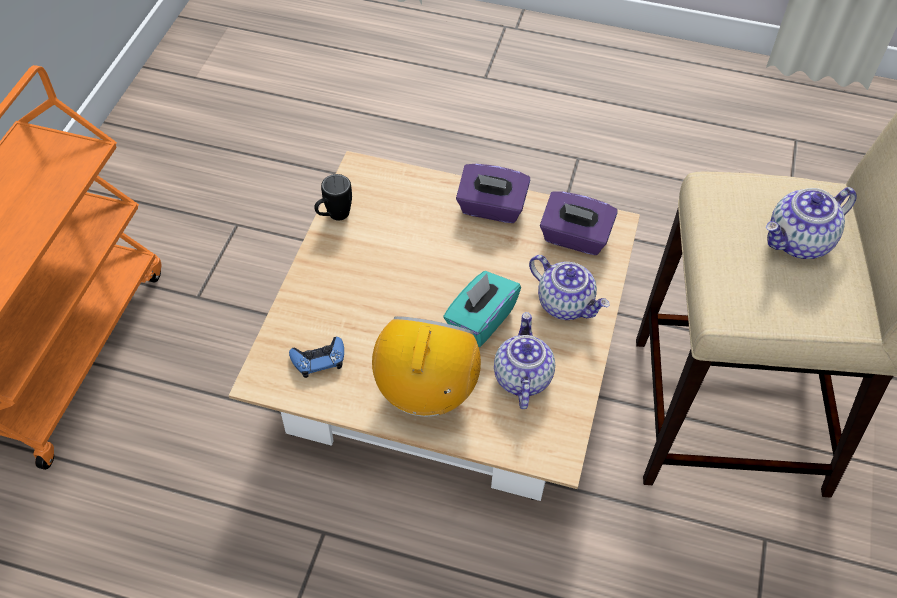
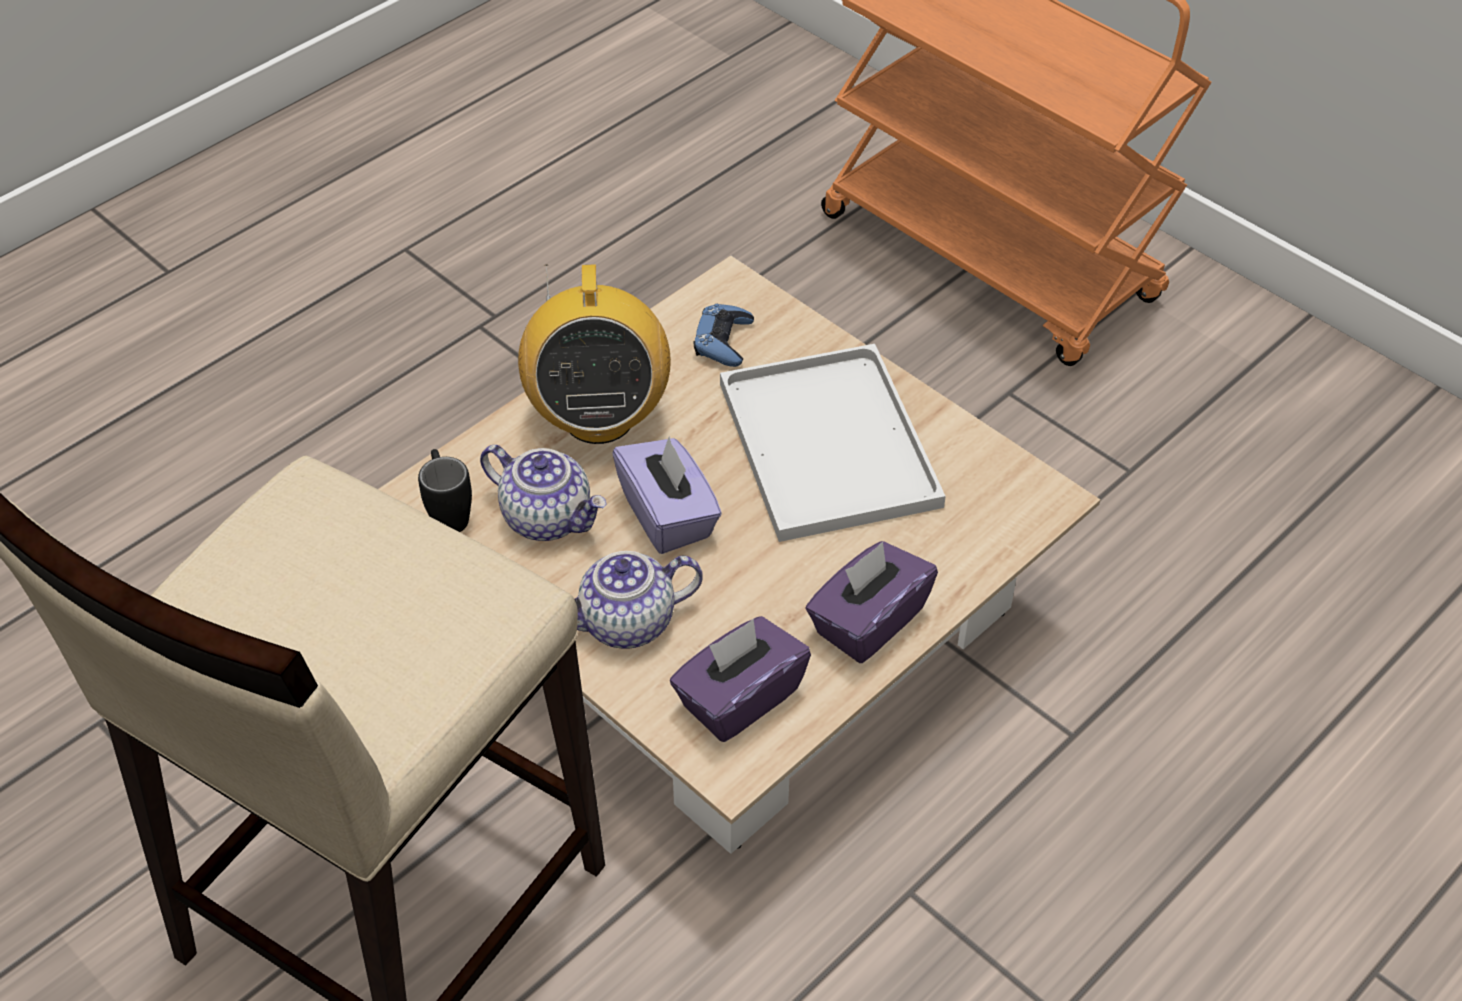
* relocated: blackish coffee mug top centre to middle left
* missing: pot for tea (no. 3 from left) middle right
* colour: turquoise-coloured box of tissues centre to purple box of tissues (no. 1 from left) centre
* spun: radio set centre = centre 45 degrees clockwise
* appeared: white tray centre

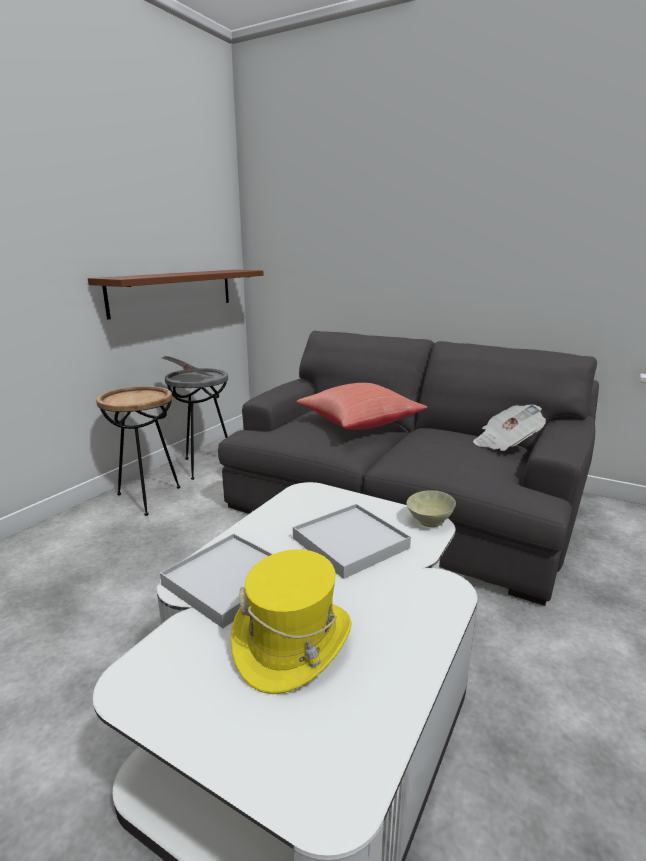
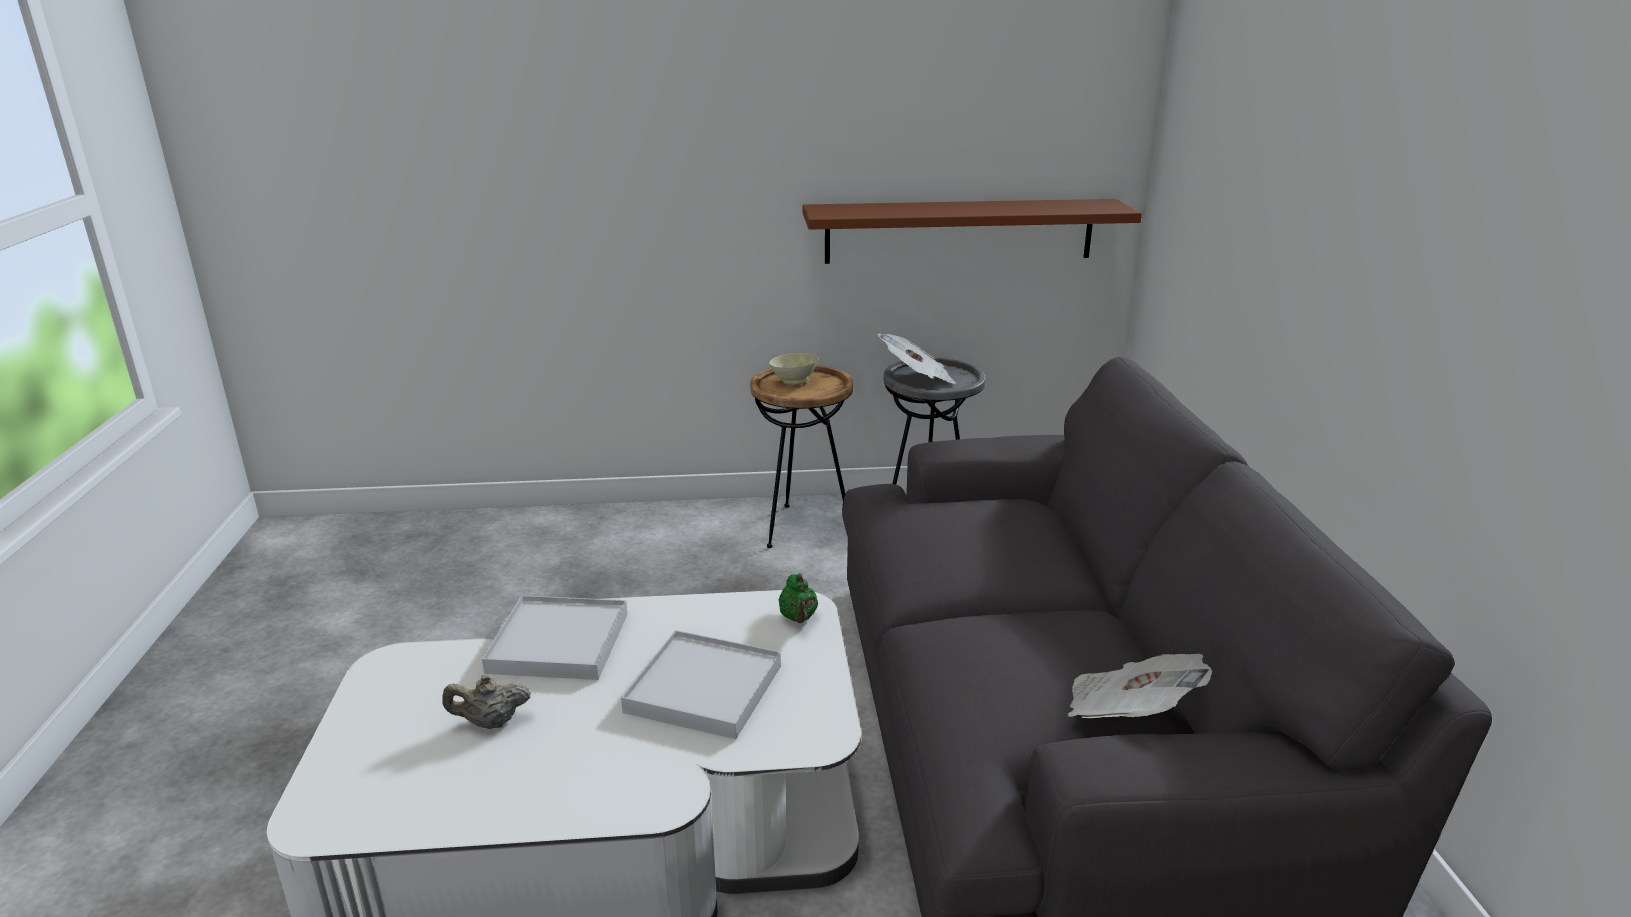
* missing: red throw pillow centre
* relocated: beige bowl middle right to centre
* exchanged: yellowish wearable hat bottom centre to beige pot for tea bottom left
* appeared: green pot for tea centre

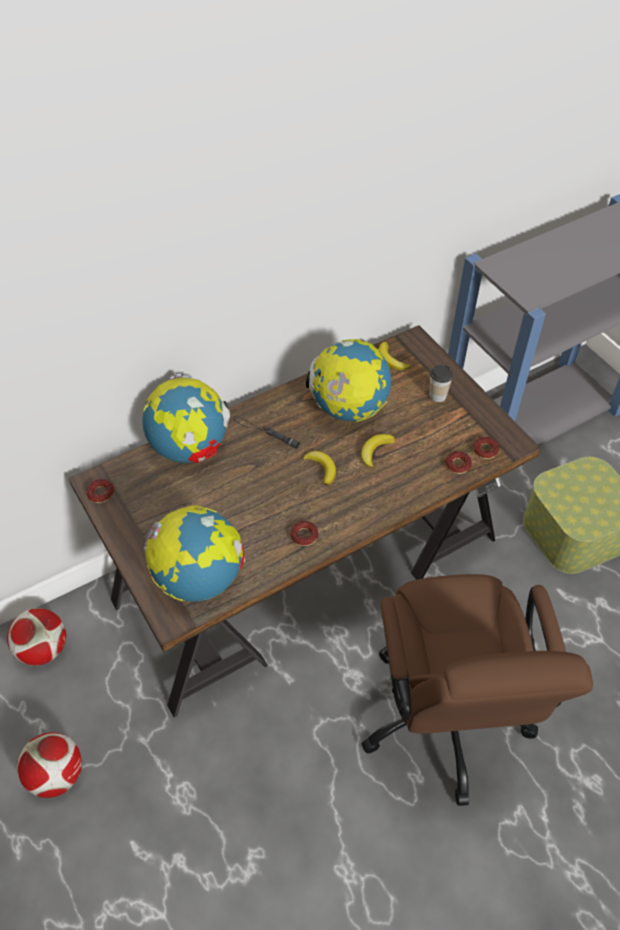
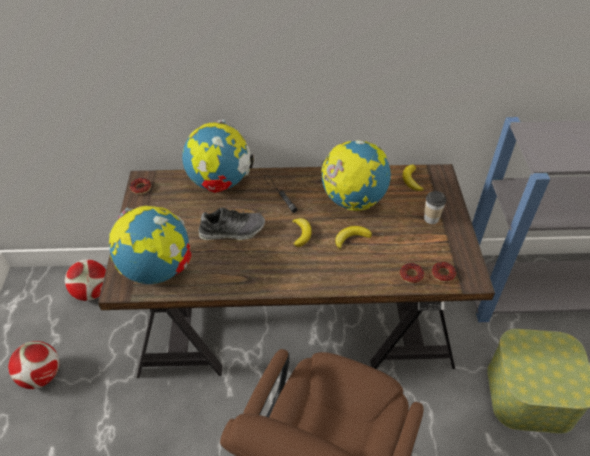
* missing: donut (no. 2 from left) centre
* appeared: item of footwear centre

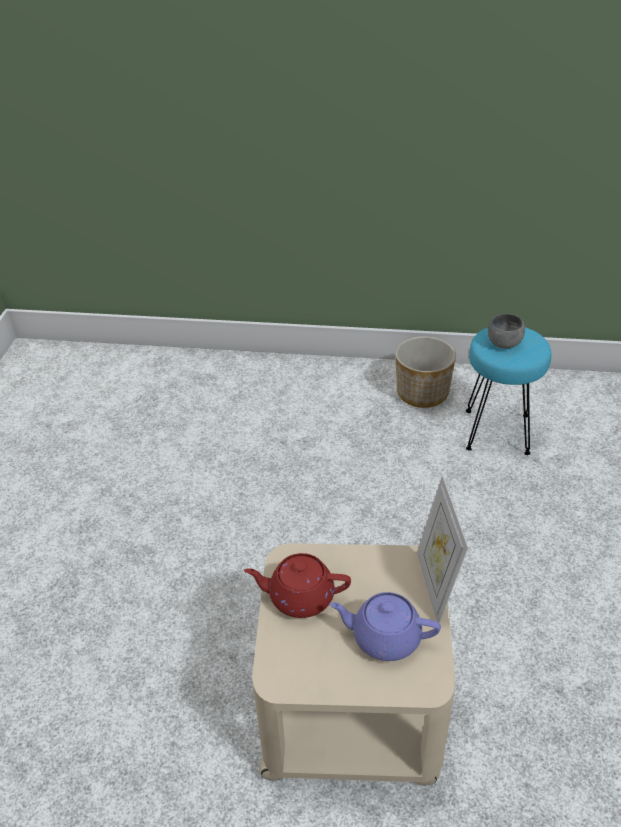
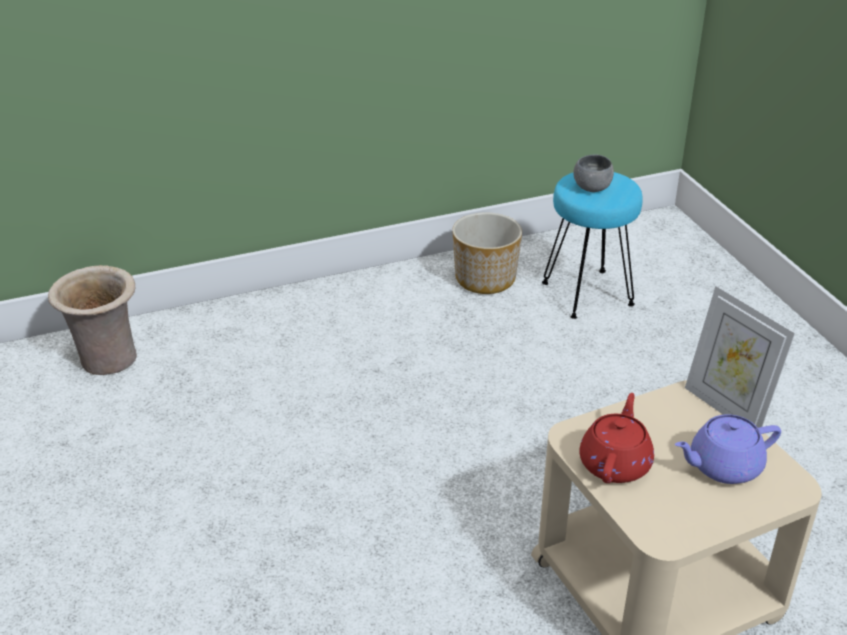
* spun: red pot for tea bottom centre = bottom right 135 degrees clockwise
* appeared: beige flower vase middle left

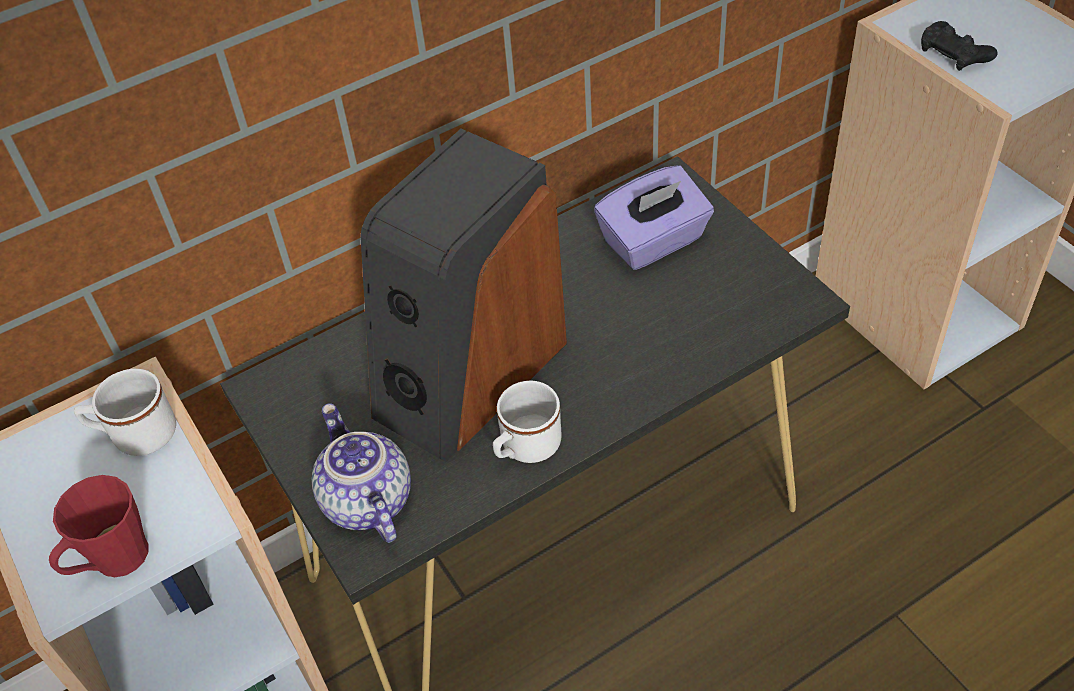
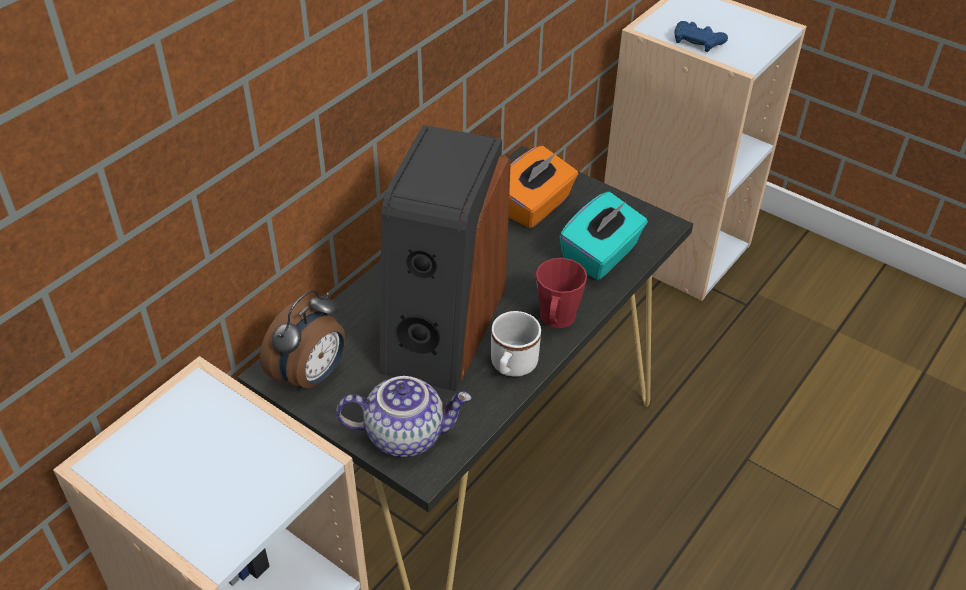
* colour: blackish joypad top right to blue-coloured joypad top right
* colour: purple box of tissues top centre to orange-coloured box of tissues top centre
* missing: white coffee mug (no. 1 from left) middle left
* spun: pot for tea bottom centre = bottom centre 135 degrees clockwise
* relocated: red coffee mug bottom left to centre
* appeared: turquoise-coloured box of tissues centre
* appeared: table clock middle left

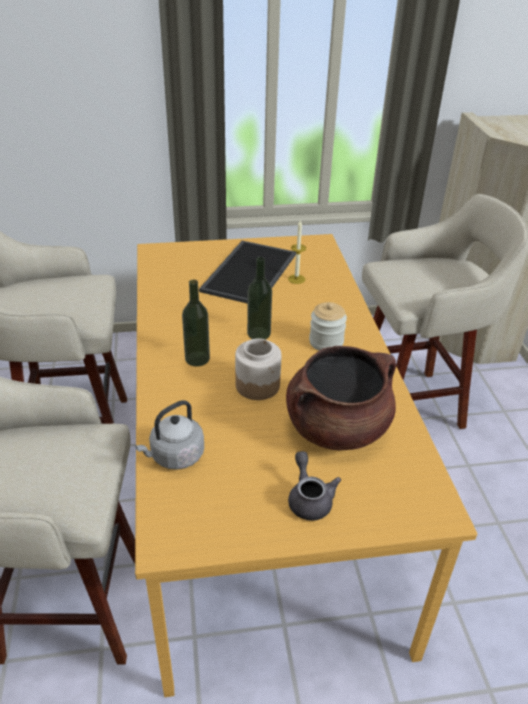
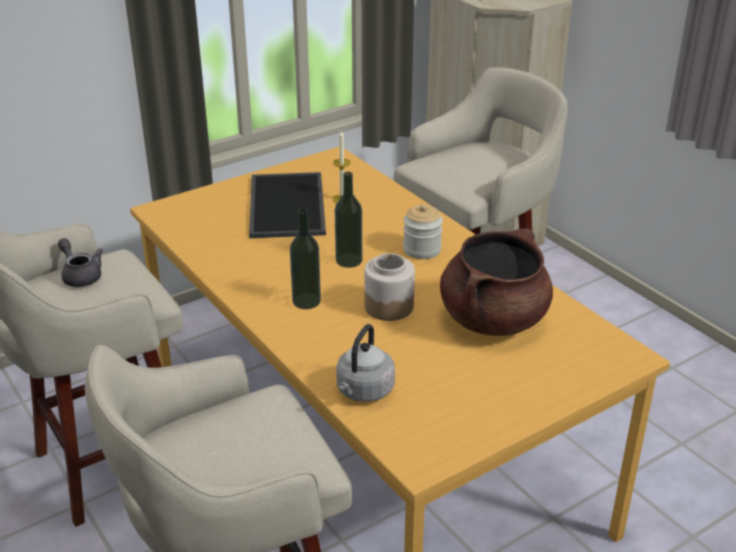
* relocated: greyish pot for tea bottom centre to middle left

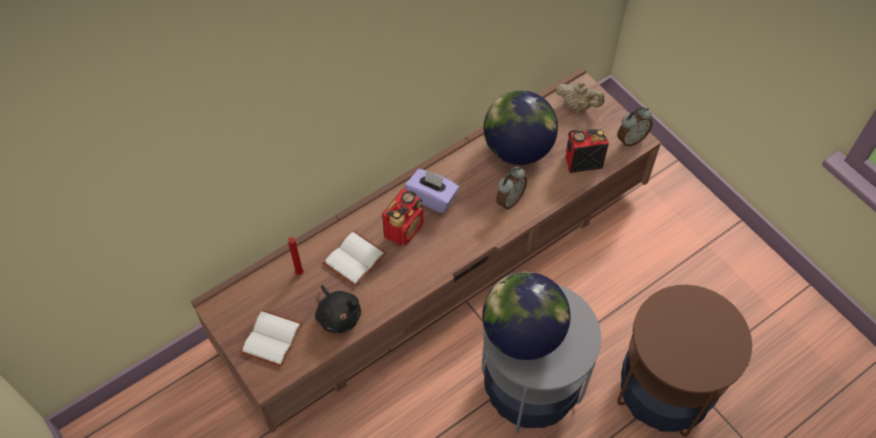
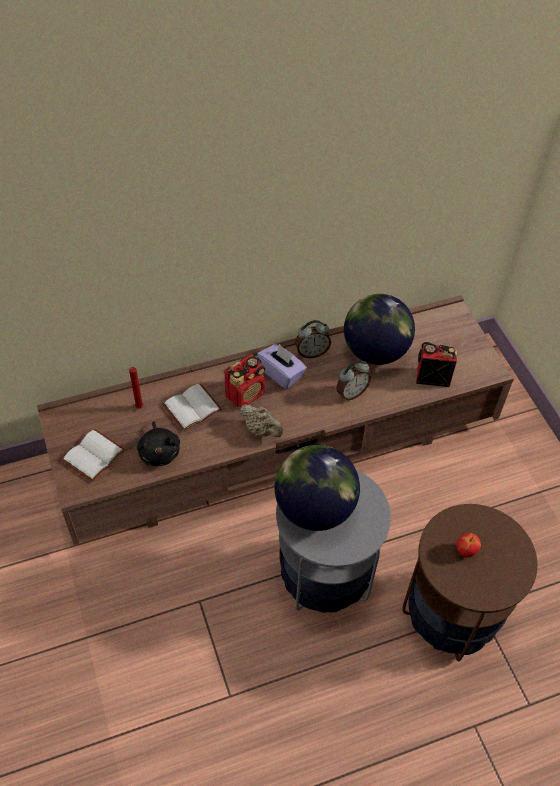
* relocated: beige pot for tea top centre to centre
* relocated: table clock (no. 2 from left in the first image) top right to table clock (no. 1 from left) centre
* appeared: apple bottom right

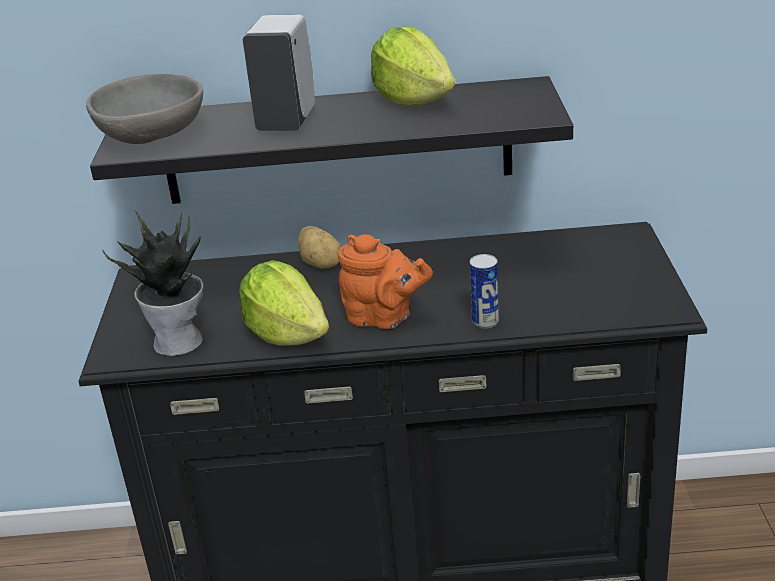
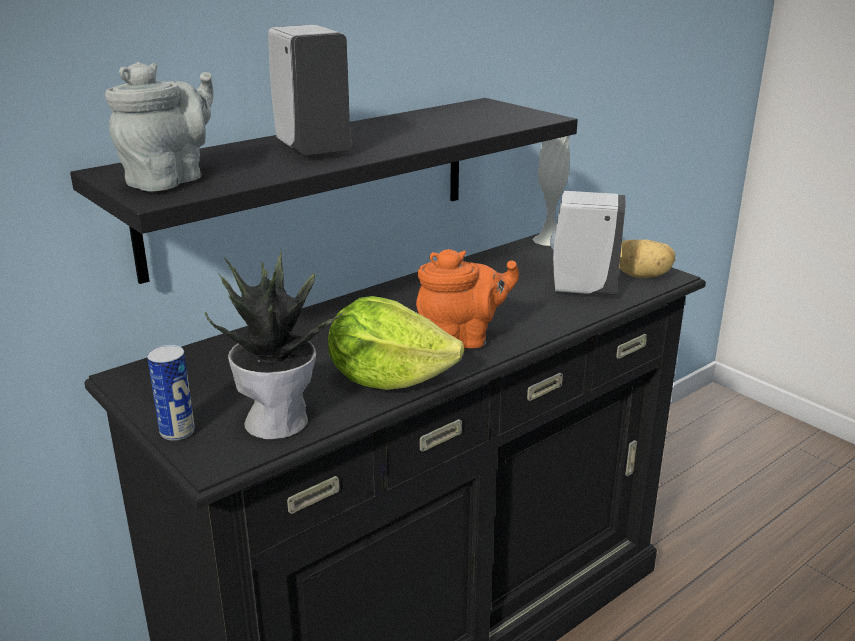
* missing: lettuce (no. 2 from left) top centre
* exchanged: greyish bowl top left to greyish pot for tea top left
* relocated: whole potato centre to middle right
* relocated: sealed can centre to middle left
* appeared: white flower vase top centre
* appeared: white soap dispenser (no. 2 from left) middle right

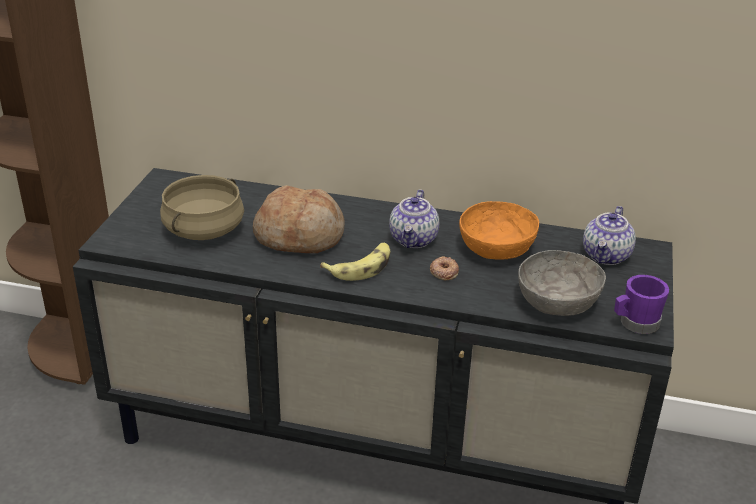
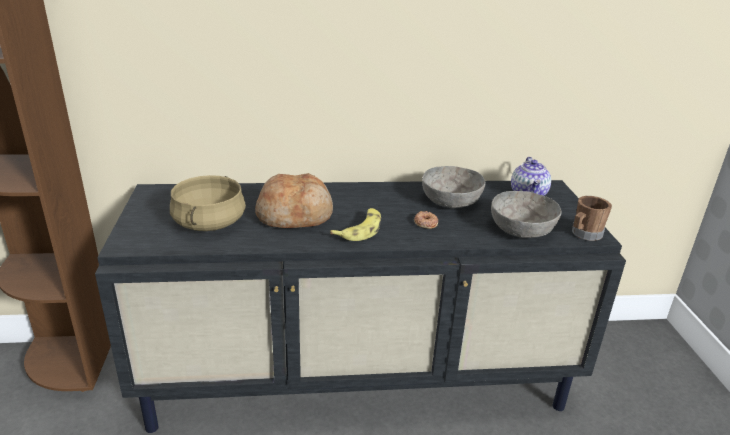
* missing: pot for tea (no. 1 from left) centre
* colour: orange-coloured bowl centre to greyish bowl (no. 1 from left) centre
* colour: purple coffee mug middle right to brownish coffee mug middle right

